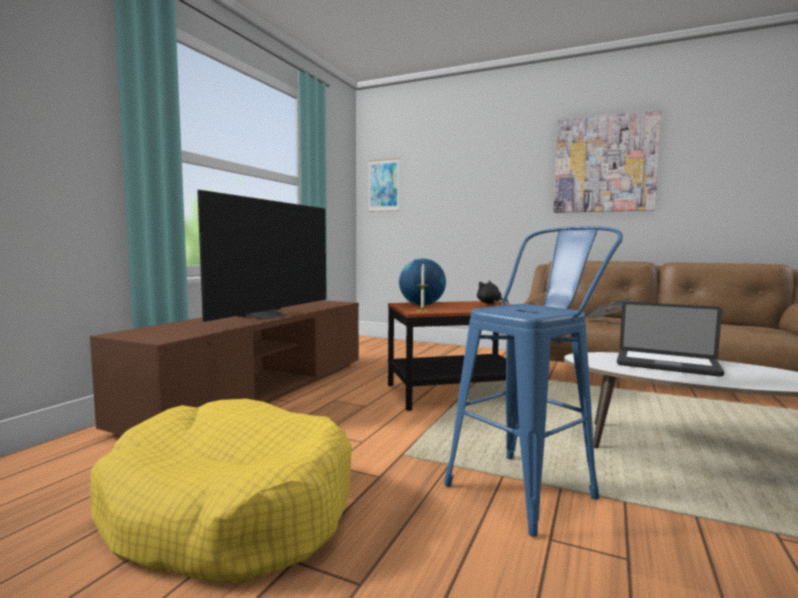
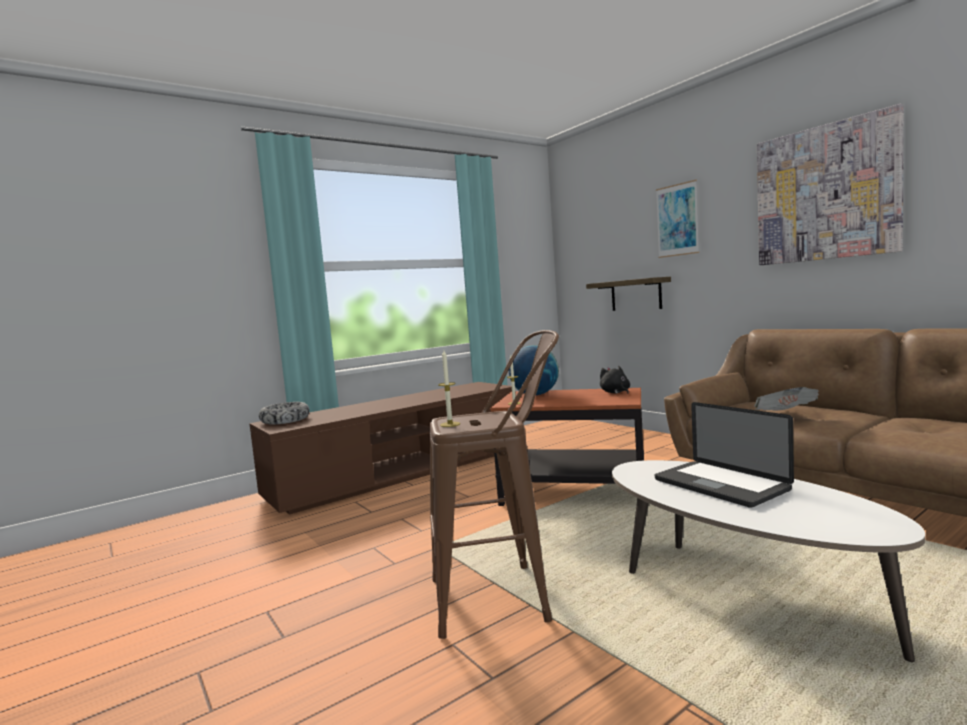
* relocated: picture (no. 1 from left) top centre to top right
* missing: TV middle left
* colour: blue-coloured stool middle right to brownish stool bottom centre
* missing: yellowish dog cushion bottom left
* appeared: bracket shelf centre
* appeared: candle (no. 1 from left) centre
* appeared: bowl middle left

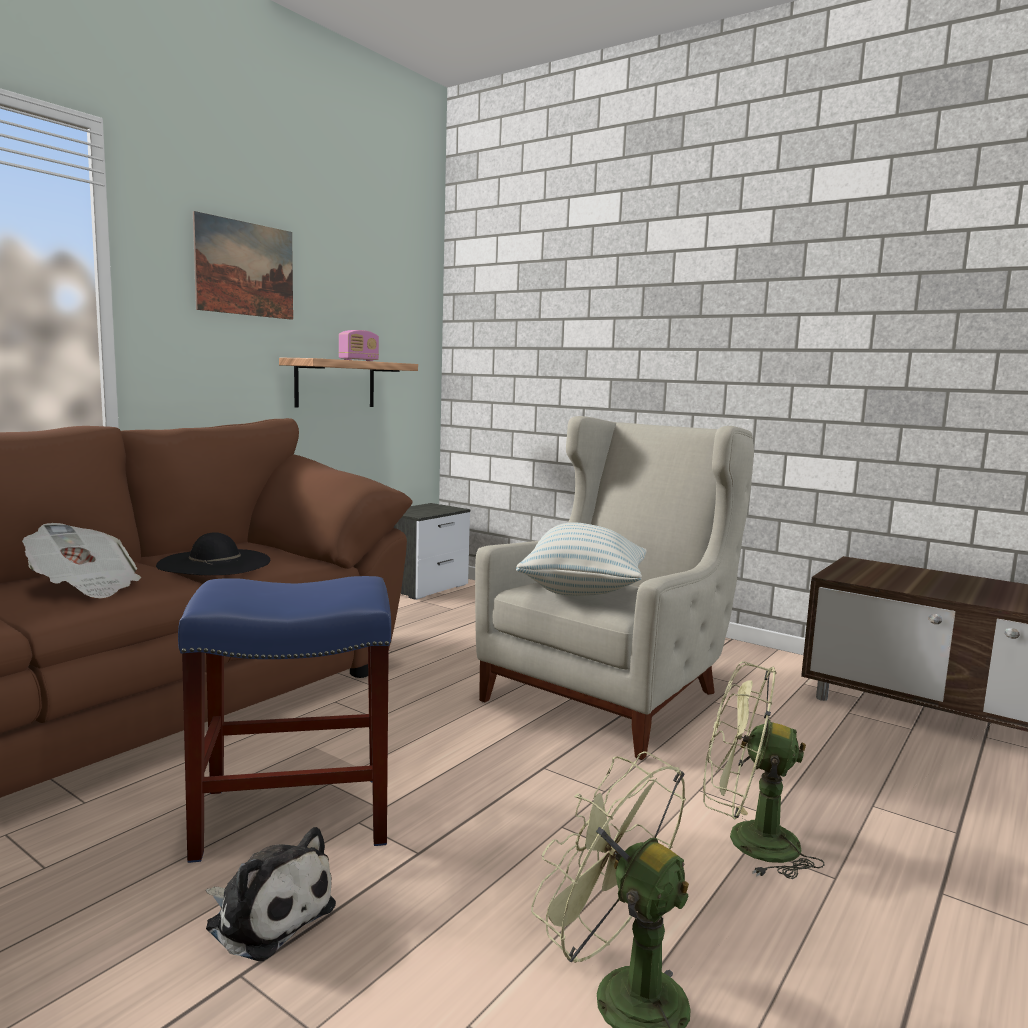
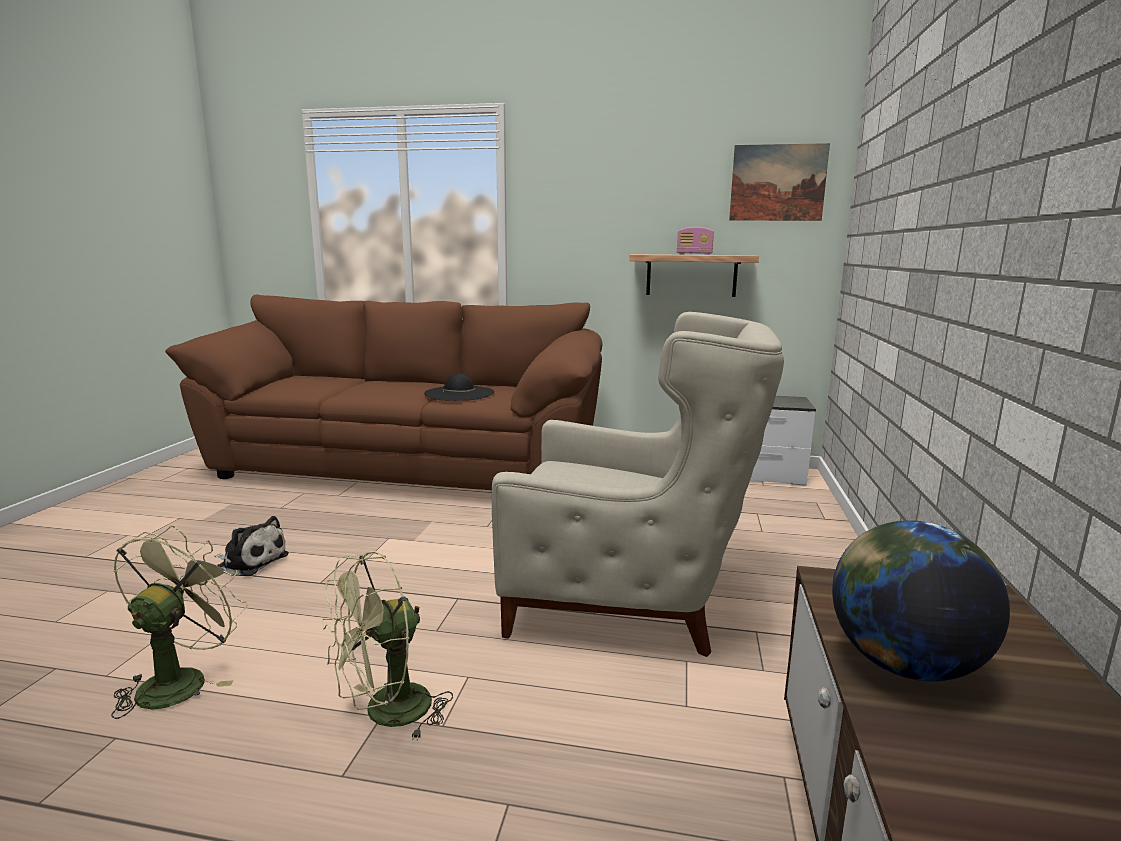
* relocated: picture top left to top right
* missing: throw pillow centre
* missing: daily paper middle left
* missing: blue-coloured stool bottom left
* spun: green fan (no. 2 from left) bottom right = bottom centre 120 degrees counterclockwise
* spun: soft toy bottom left = middle left 75 degrees counterclockwise
* appeared: globe bottom right

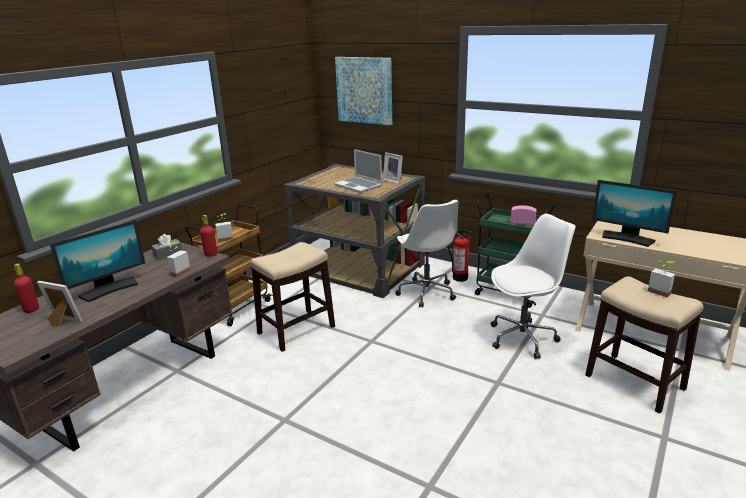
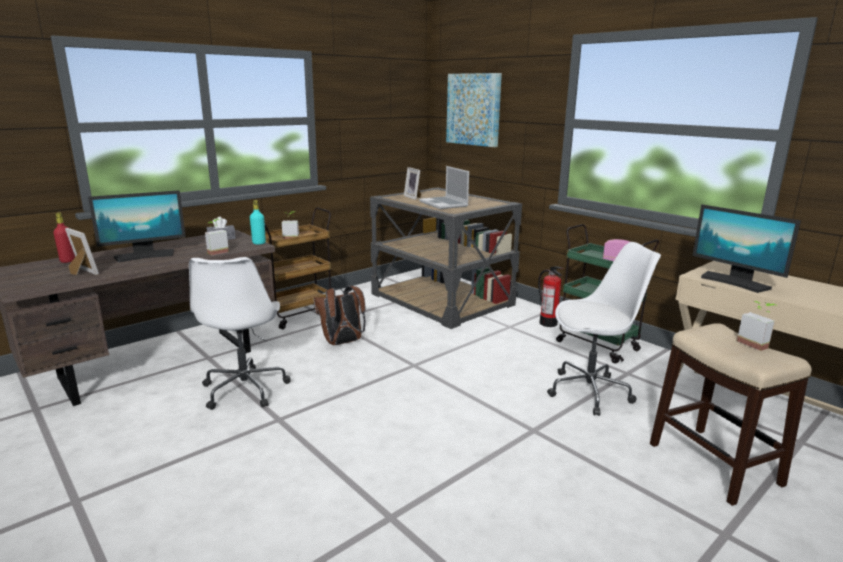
* relocated: picture frame (no. 2 from left) centre to top centre
* relocated: white desk chair (no. 1 from left) centre to middle left
* colour: red beverage bottle (no. 2 from left) middle left to turquoise-coloured beverage bottle middle left
* exchanged: stool (no. 1 from left) centre to brownish backpack centre

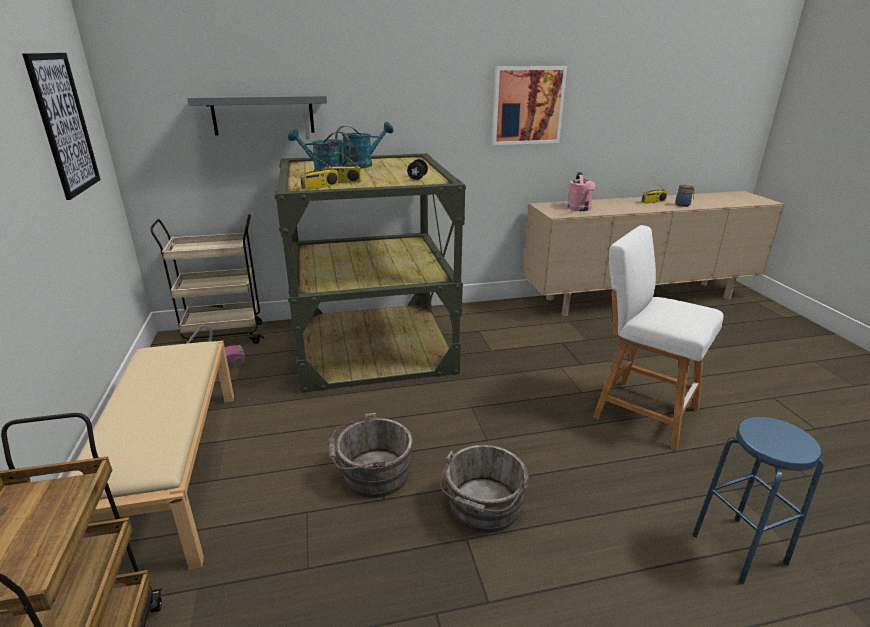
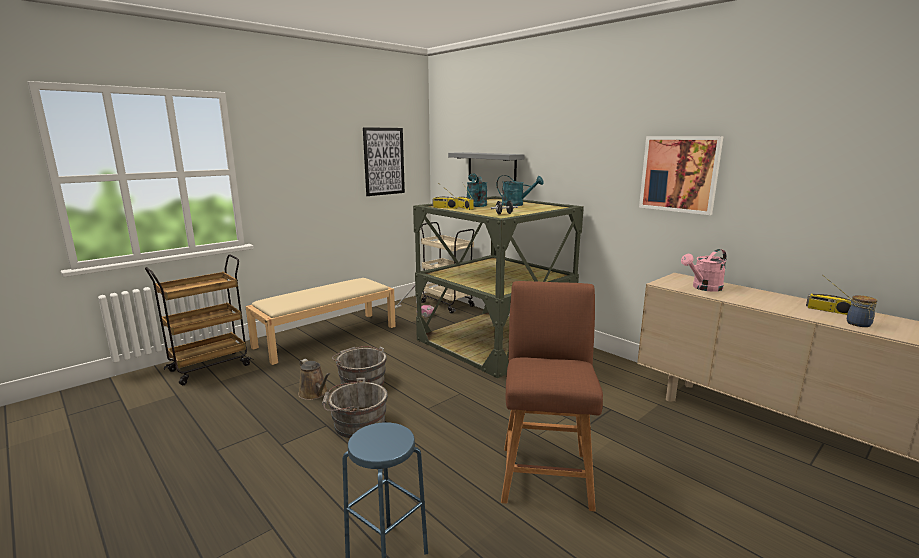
* colour: white stool middle right to brownish stool bottom centre
* appeared: brownish watering can bottom centre

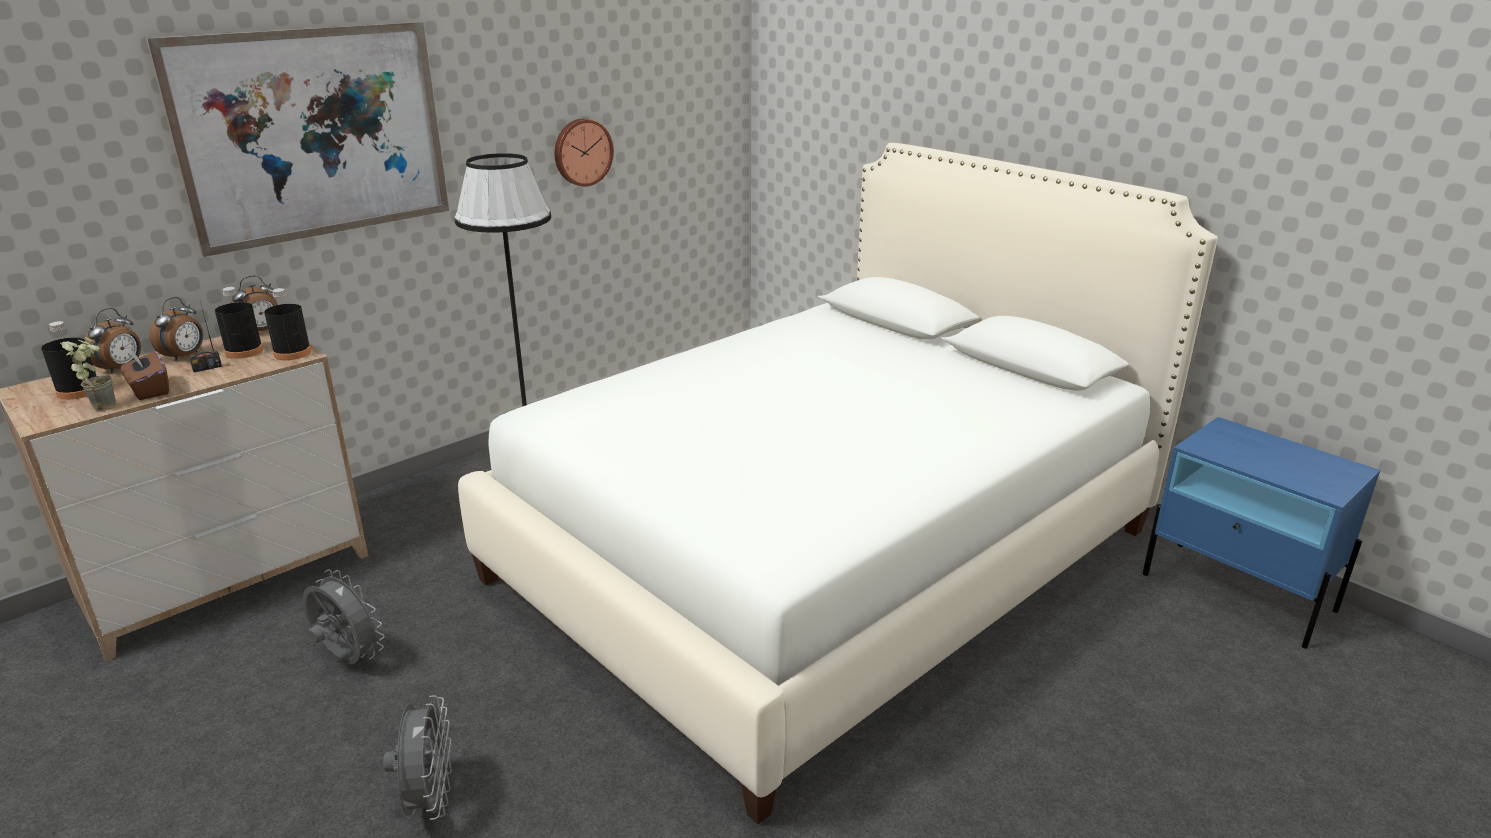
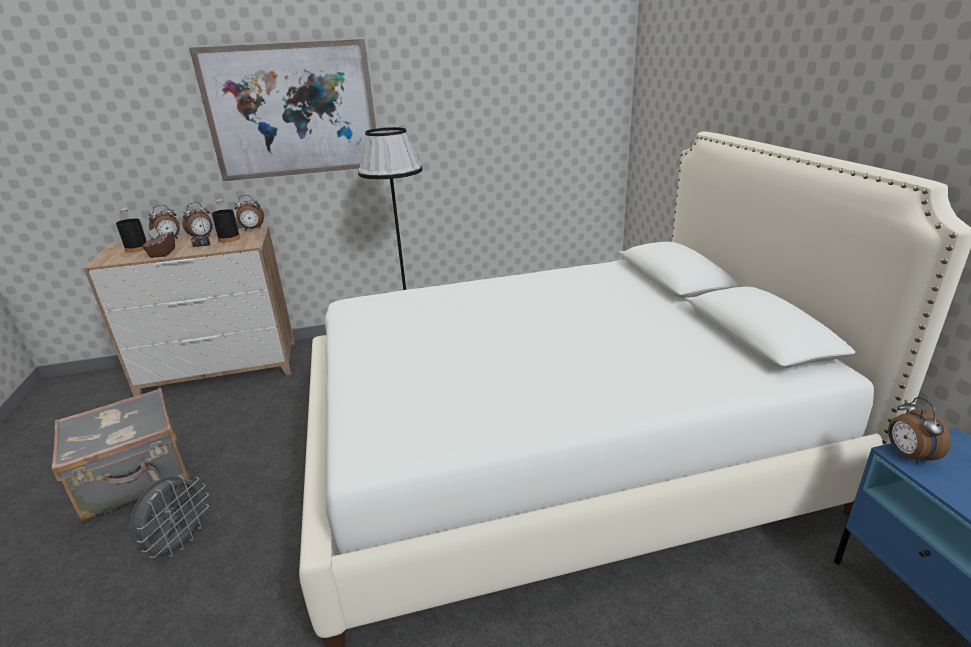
* missing: wall clock top centre
* missing: blackish beverage bottle (no. 3 from left) middle left
* missing: plant in a pot middle left
* missing: greyish fan (no. 1 from left) bottom left
* appeared: greyish suitcase bottom left
* appeared: table clock (no. 4 from left) middle right

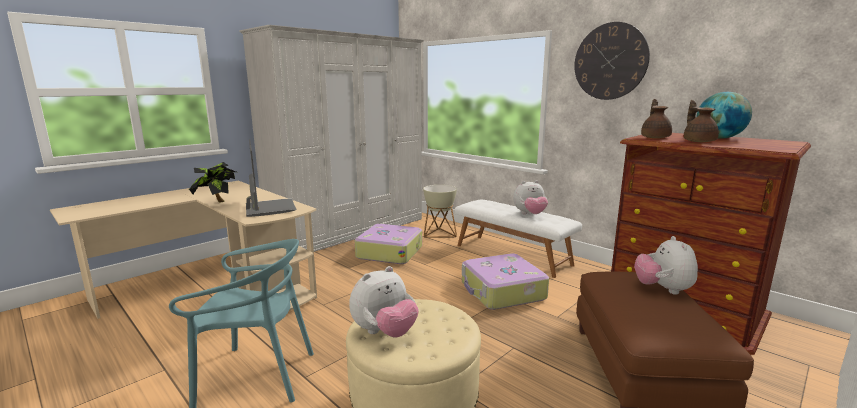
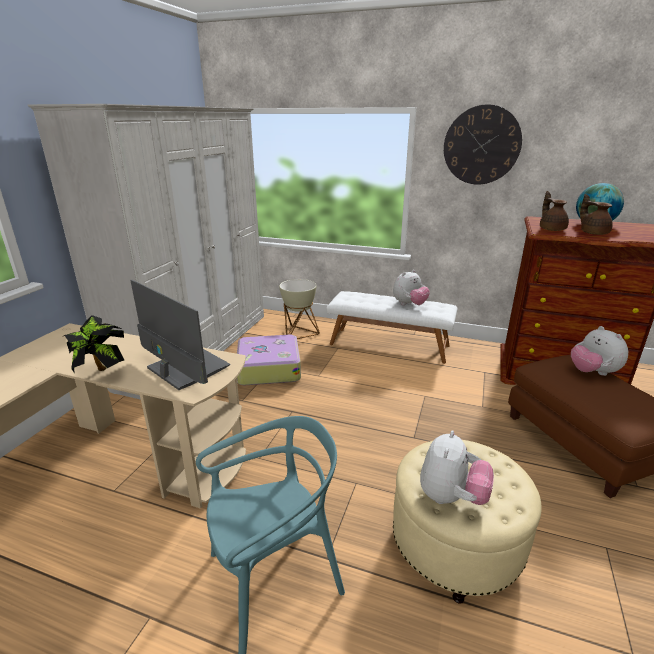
* missing: suitcase (no. 2 from left) bottom centre

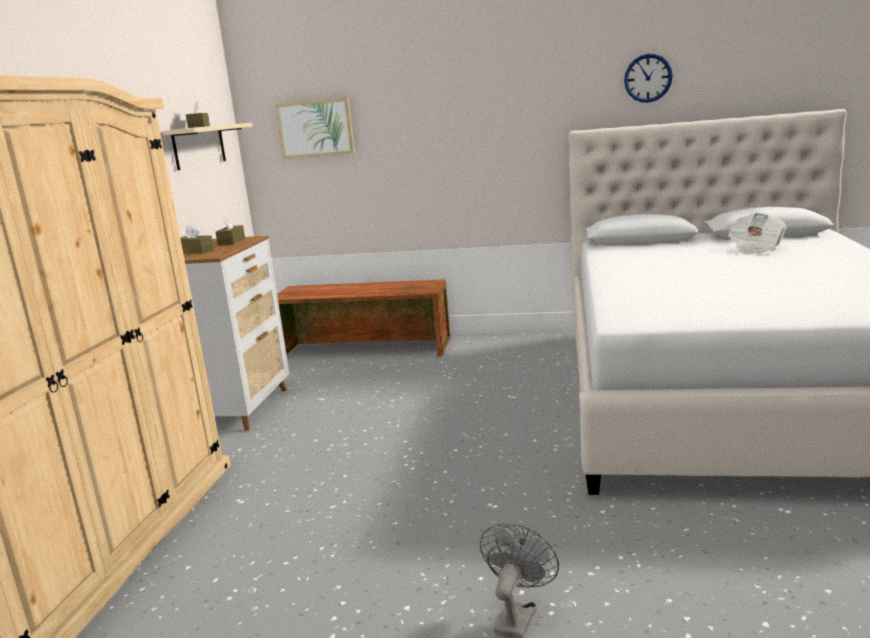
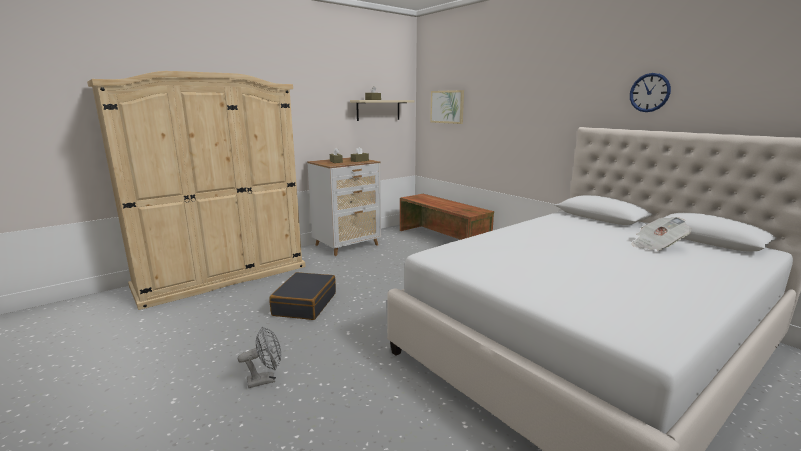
* appeared: blackish suitcase centre

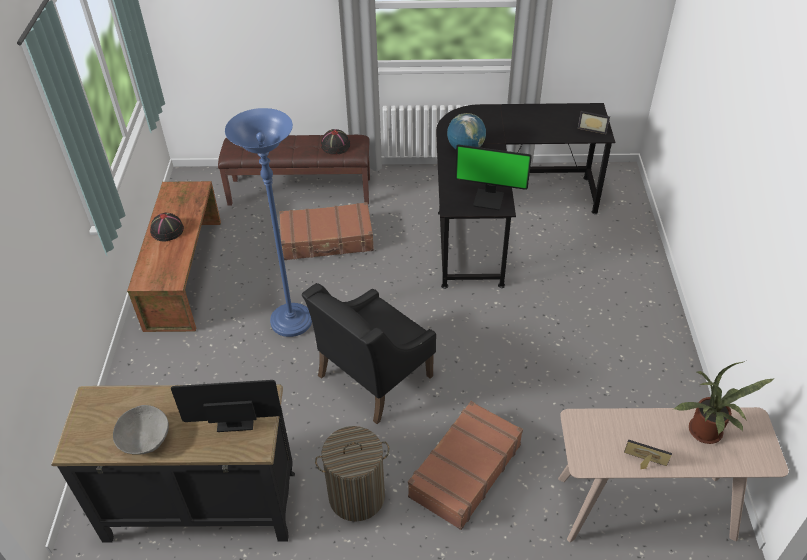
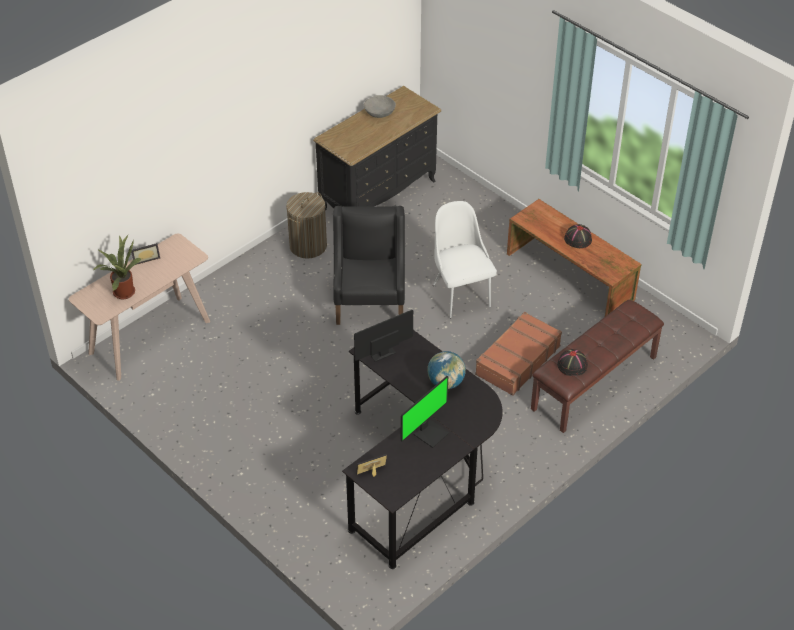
* exchanged: blue-coloured standing lamp middle left to white upright chair centre
* relocated: monitor (no. 1 from left in the first image) bottom left to monitor (no. 2 from left) centre
* missing: brownish suitcase (no. 2 from left) bottom centre

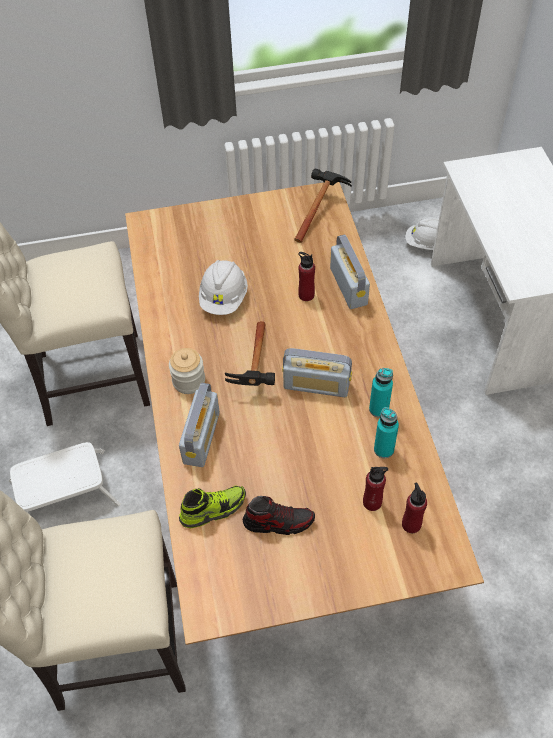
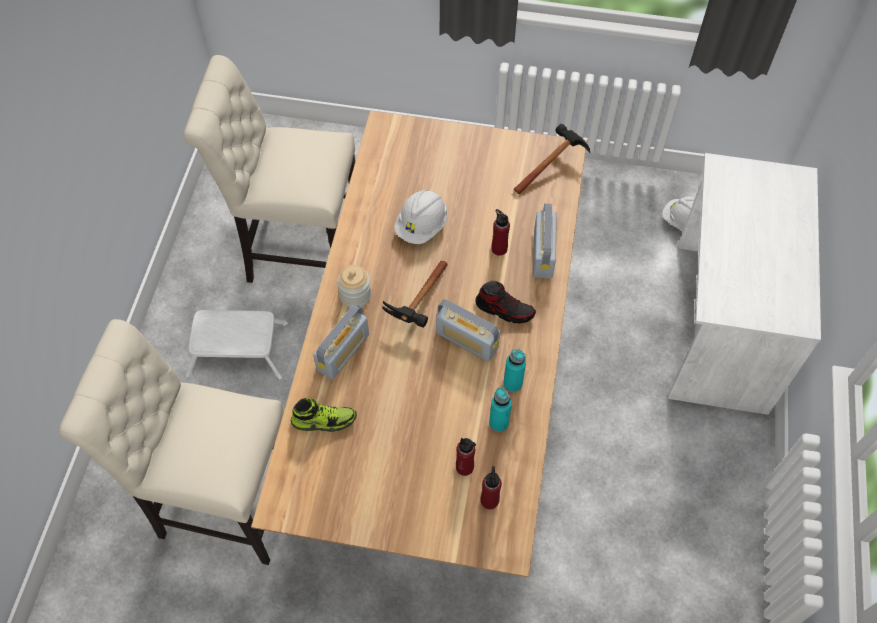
* relocated: item of footwear (no. 2 from left) bottom centre to centre

